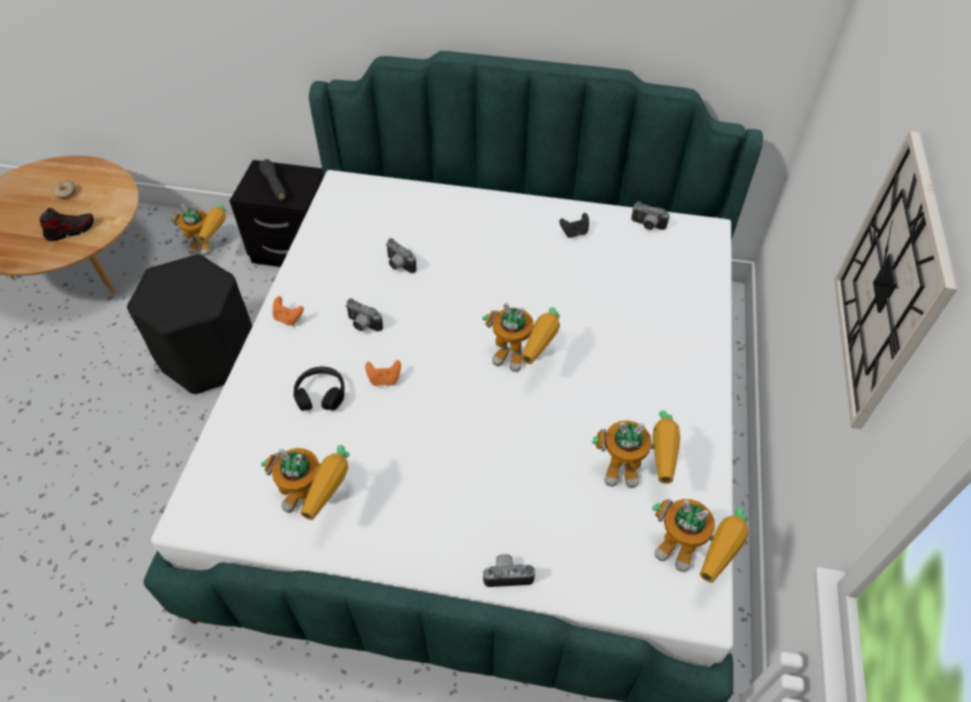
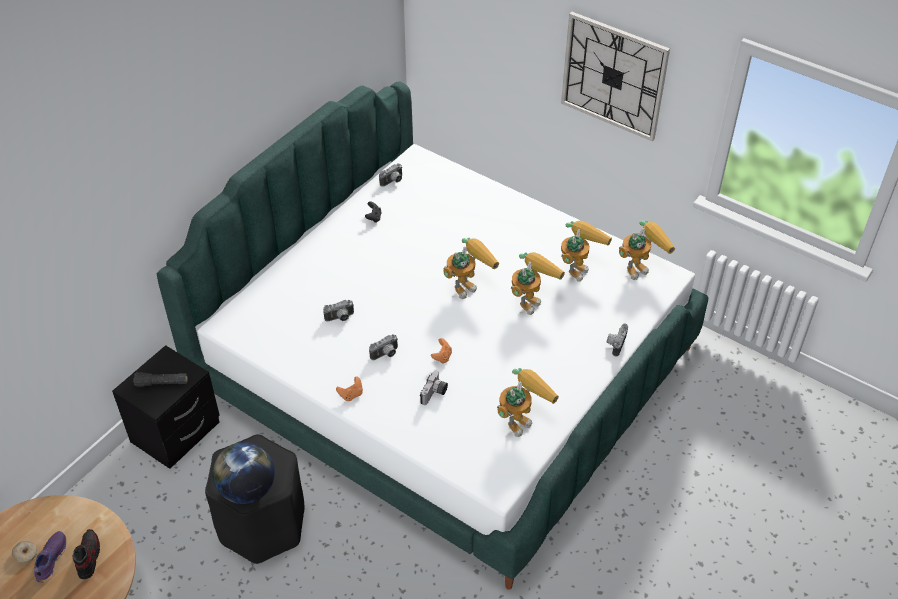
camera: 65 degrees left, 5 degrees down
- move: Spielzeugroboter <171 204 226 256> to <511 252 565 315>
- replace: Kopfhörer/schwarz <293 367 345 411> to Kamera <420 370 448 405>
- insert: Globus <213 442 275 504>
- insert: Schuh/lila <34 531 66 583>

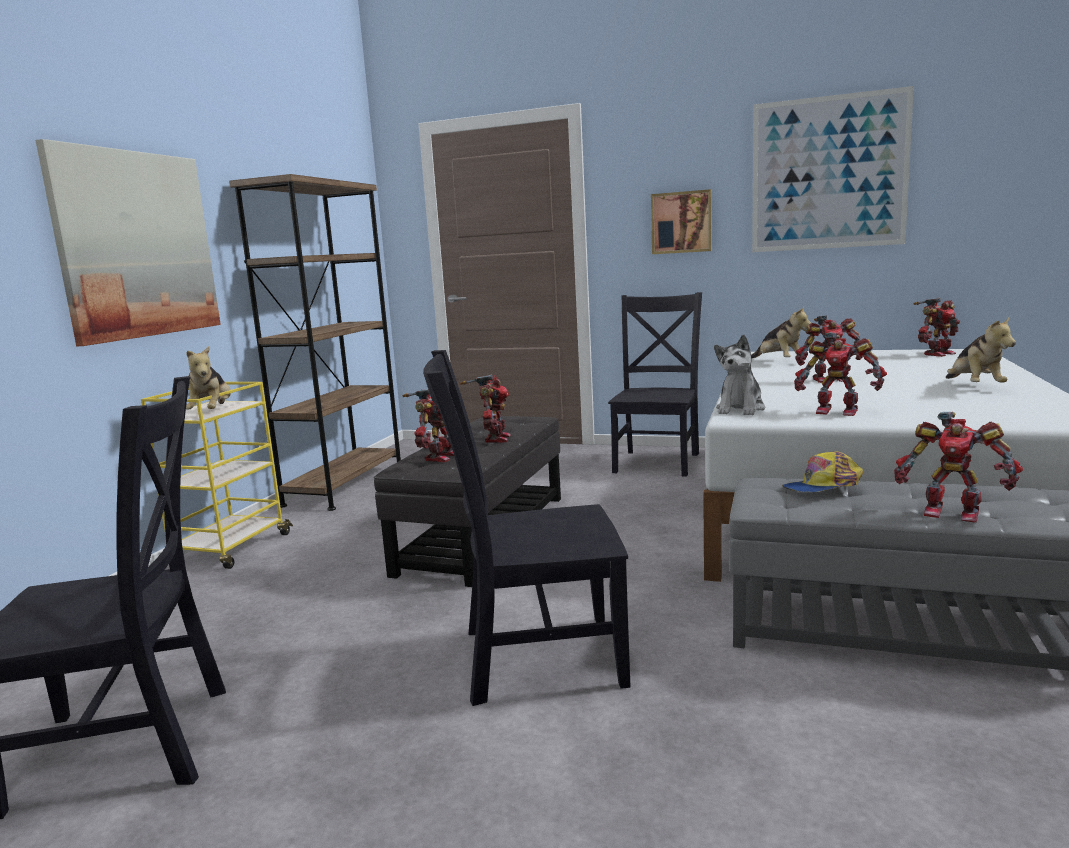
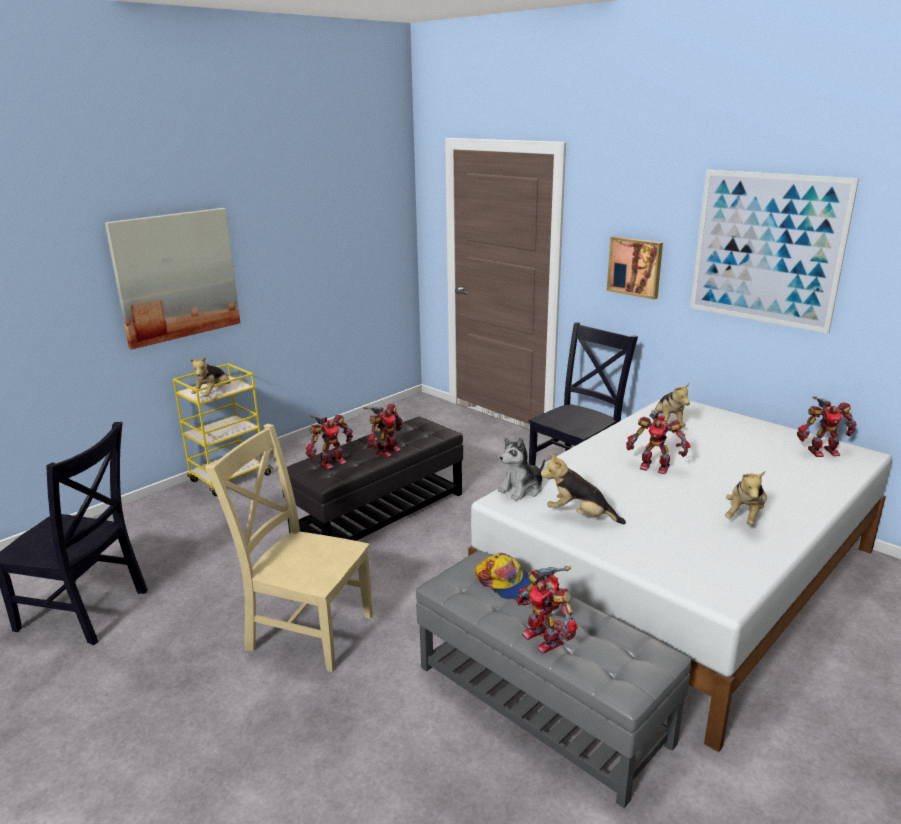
camera: 25 degrees right, 10 degrees up
- delete: Bücherregal/braun <229 174 401 511>
- replace: Spielzeugroboter <794 332 887 416> to Plüschtier <541 453 626 524>
- recolor: Stuhl/schwarz <423 350 631 706> to Stuhl/beige <205 424 373 672>
- rotate: Kappe <782 451 863 492> = <475 552 532 599> 135 degrees counterclockwise

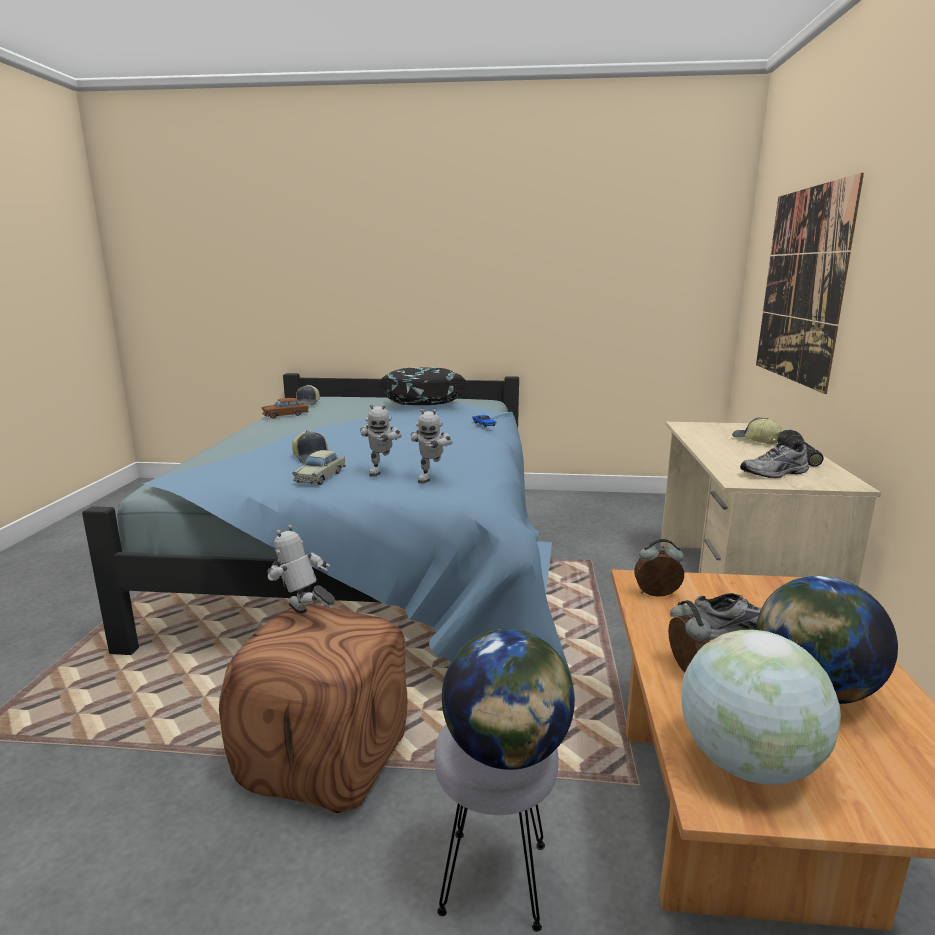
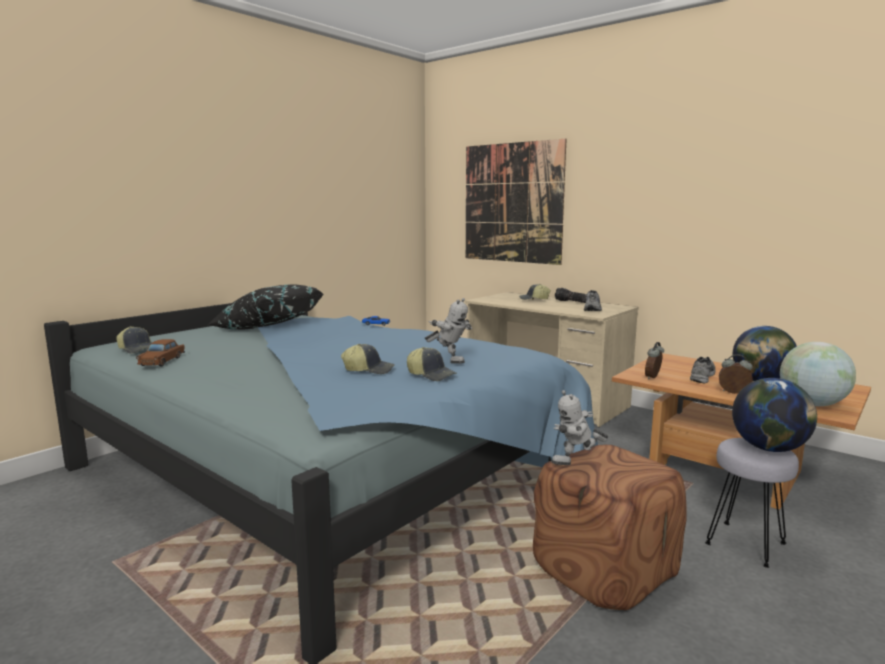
camera: 55 degrees left, 5 degrees down
- delete: Spielzeugroboter <411 409 452 483>
- replace: Spielzeugauto/beige <293 450 346 485> to Kappe <407 347 457 381>

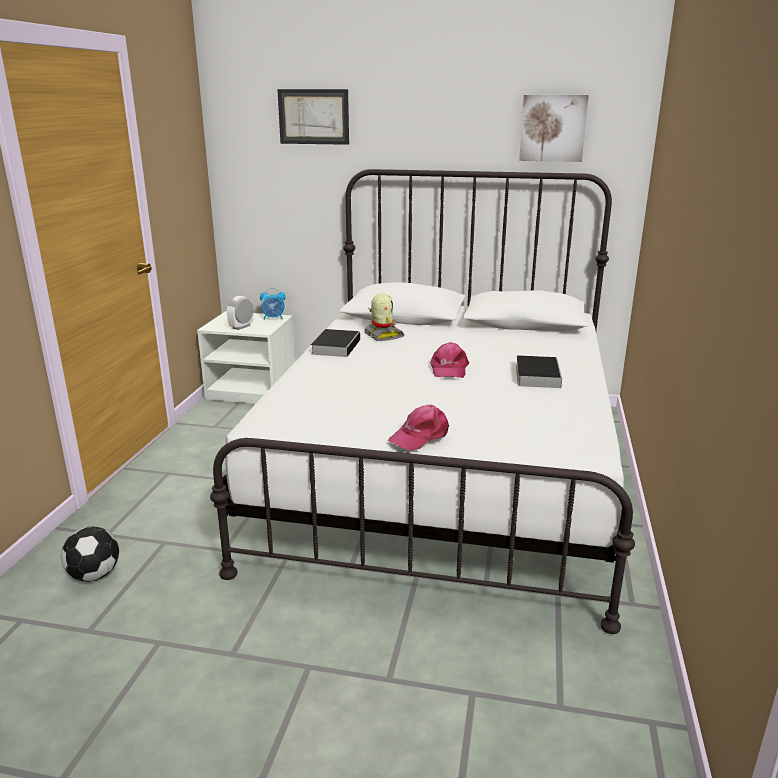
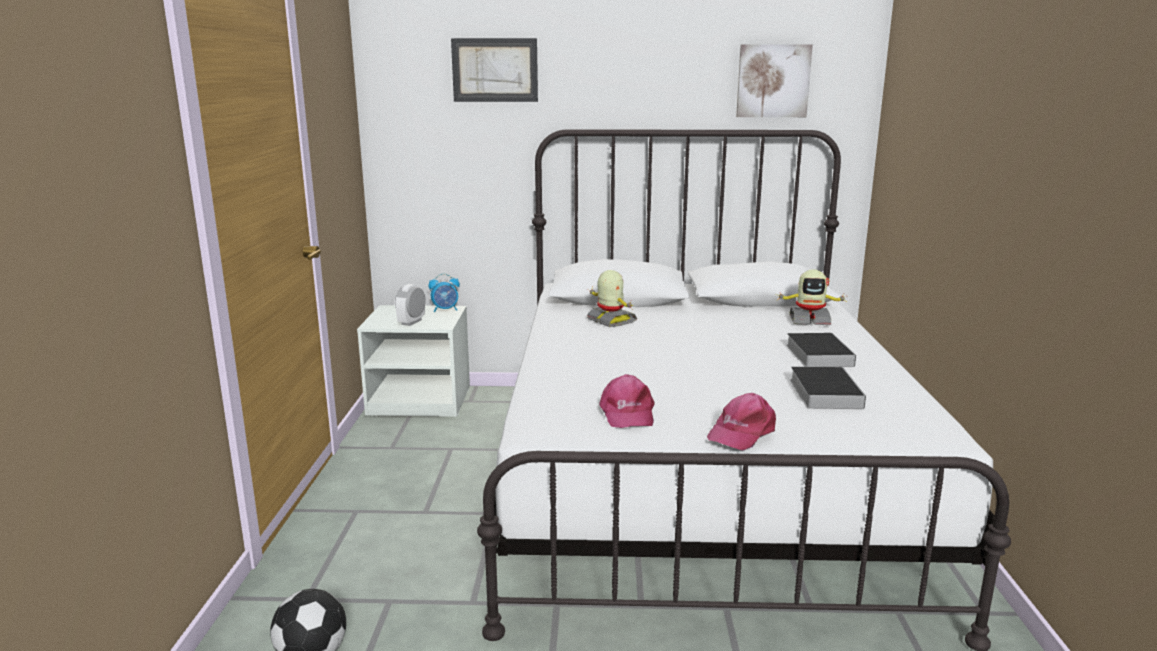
camera: 10 degrees left, 5 degrees down
- move: Buch <311 329 360 357> to <790 367 866 409>
- move: Kappe/rosa <430 342 469 378> to <599 374 654 428>
- insert: Spielzeugroboter <777 269 847 325>

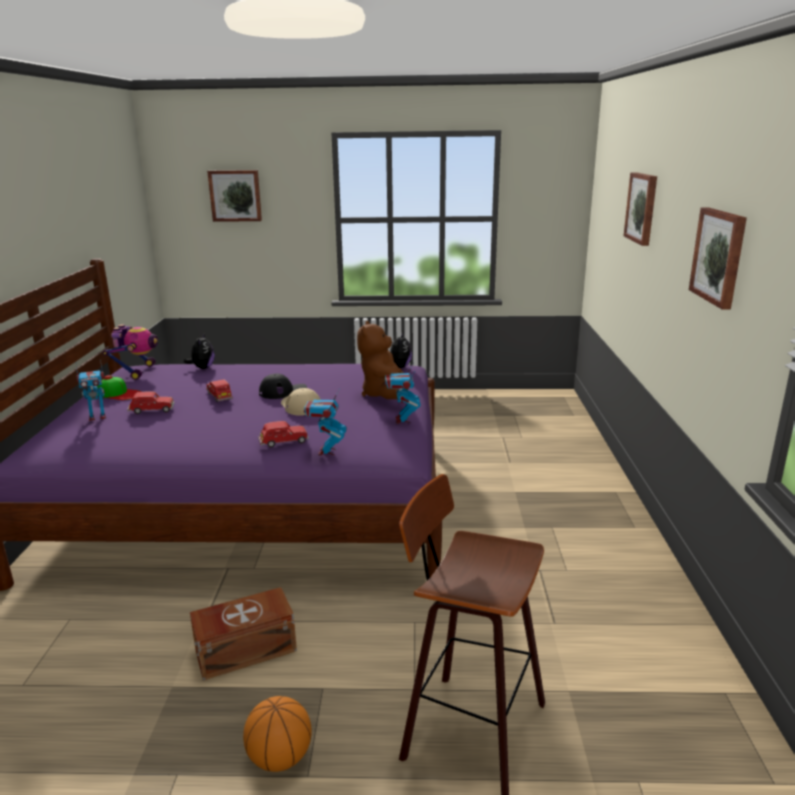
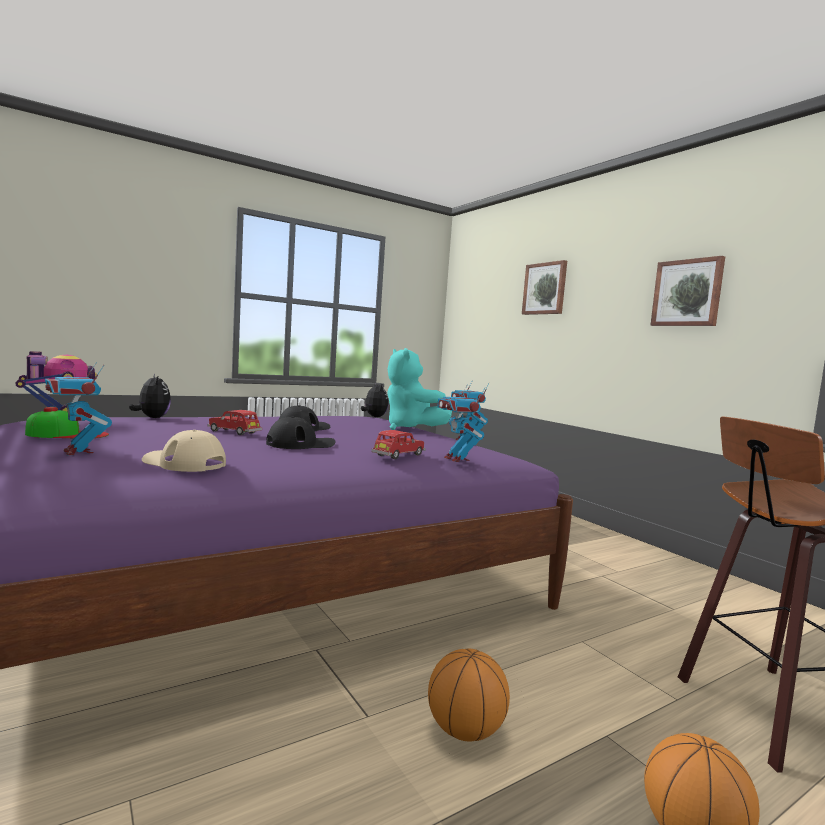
camera: 35 degrees left, 15 degrees down
- delete: Bild <207 170 262 222>
- recolor: Plüschtier/braun <357 321 409 399> to Plüschtier/türkis <388 348 452 430>
- rotate: Spielzeugroboter <76 359 106 421> = <45 363 112 455> 105 degrees clockwise
- move: Kappe/beige <281 388 321 416> to <142 430 226 472>
- delete: Spielzeugauto/rot <127 391 175 414>
- replace: Aufbewahrungsbox/braun <190 587 297 681> to Basketball <428 649 510 742>
- insert: Kappe/schwarz <266 417 336 449>

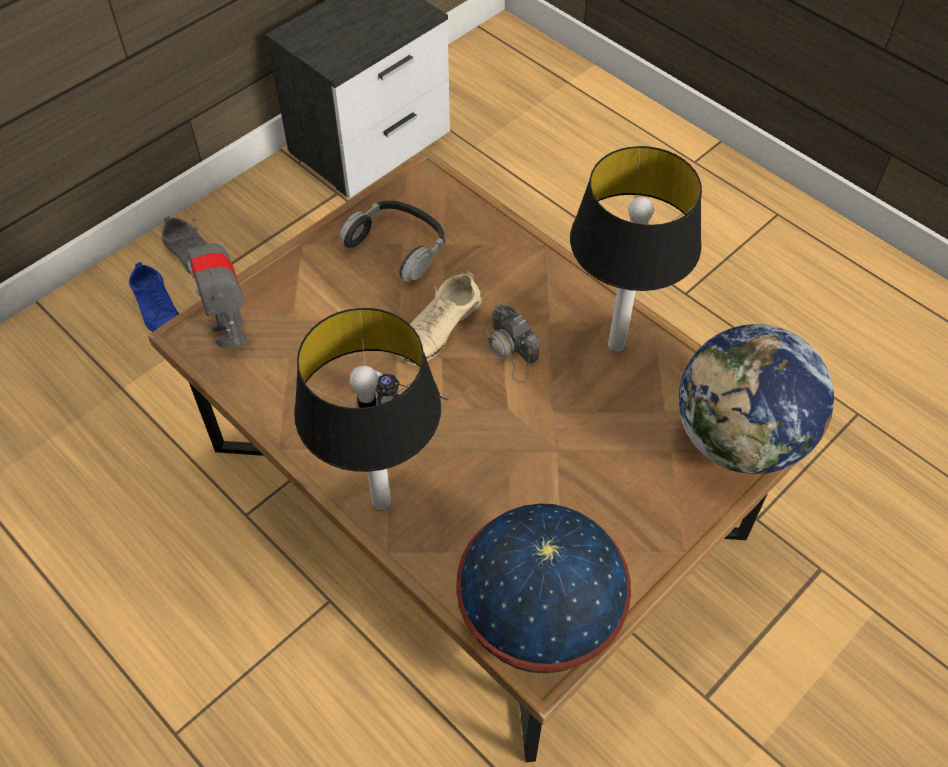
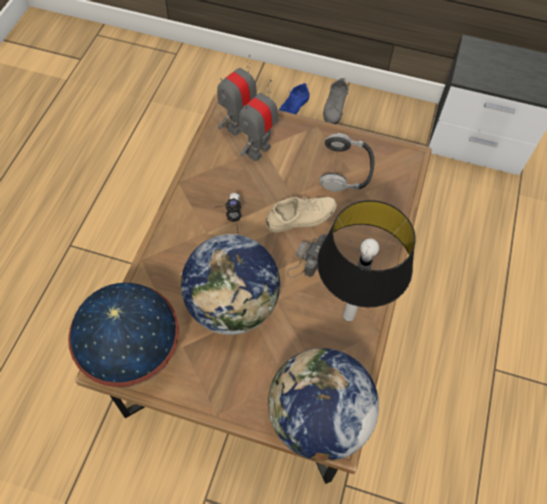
camera: 60 degrees right, 5 degrees up
- rotate: Schuh/beige <400 271 482 365> = <265 197 337 233> 150 degrees clockwise
- delete: Tischlampe <294 308 441 510>
- insert: Spielzeugroboter <239 80 279 161>
- insert: Globus <181 234 280 335>

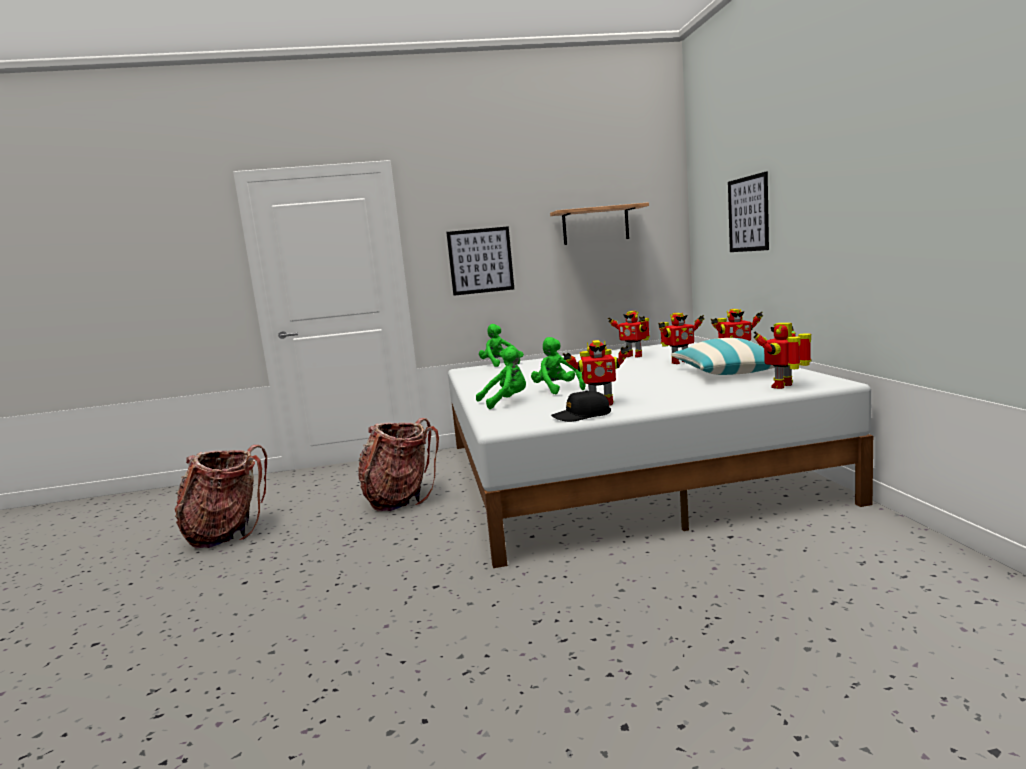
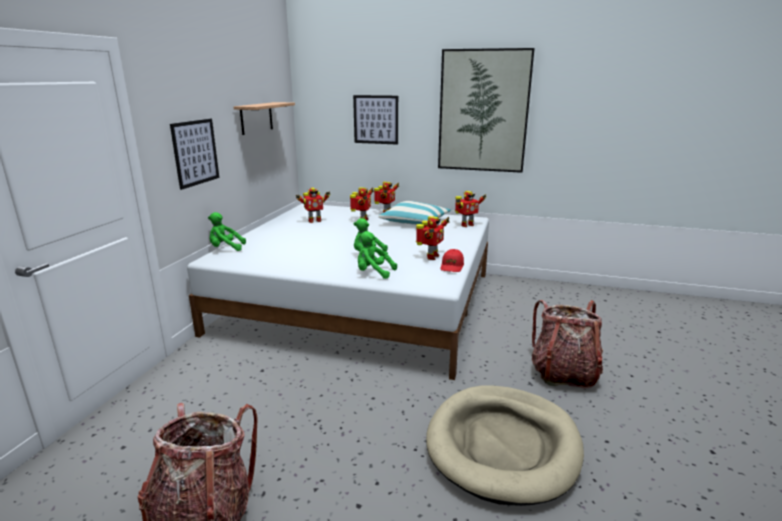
camera: 65 degrees left, 10 degrees up
- rotate: Spielzeugroboter <754 323 812 389> = <455 191 486 227> 105 degrees counterclockwise
- rotate: Plüschtier/grün <476 346 526 409> = <358 231 397 279> 75 degrees counterclockwise
- recolor: Kappe/schwarz <551 390 611 422> to Kappe/rot <440 249 464 272>
- move: Rucksack <358 418 439 511> to <532 300 603 389>
- insert: Bild <438 48 535 173>
- insert: Hundebett/beige <426 385 584 506>

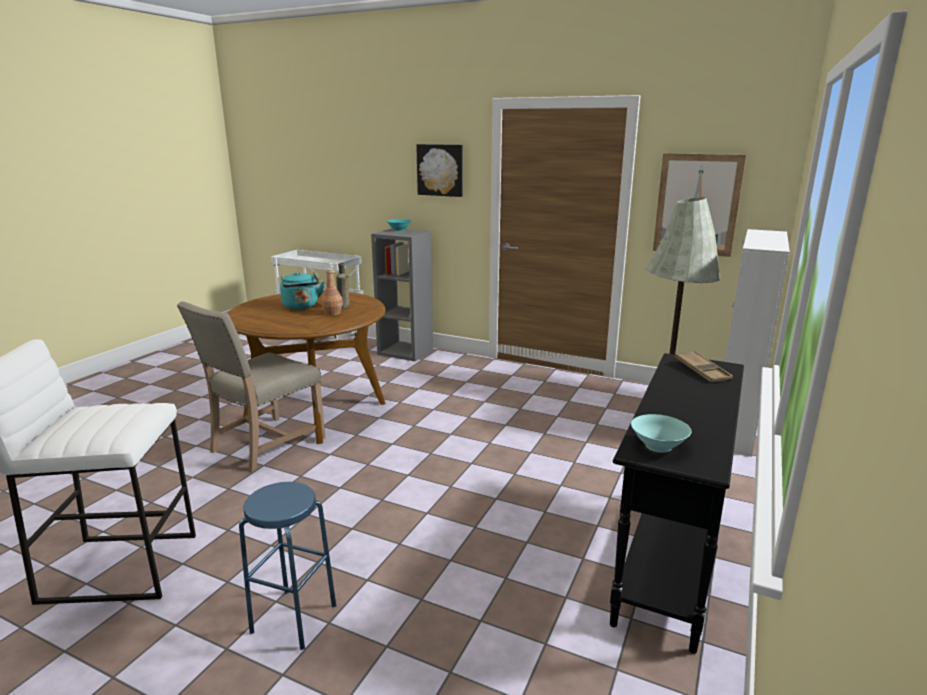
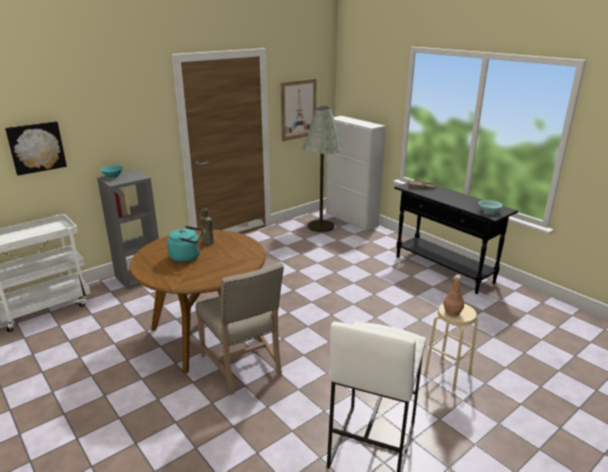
camera: 65 degrees left, 5 degrees up
- move: Bild <416 144 463 197> to <5 121 67 175>
- move: Flasche/braun <321 269 343 316> to <443 275 464 317>
- recolor: Hocker/blau <239 482 336 650> to Hocker/beige <424 304 478 391>

